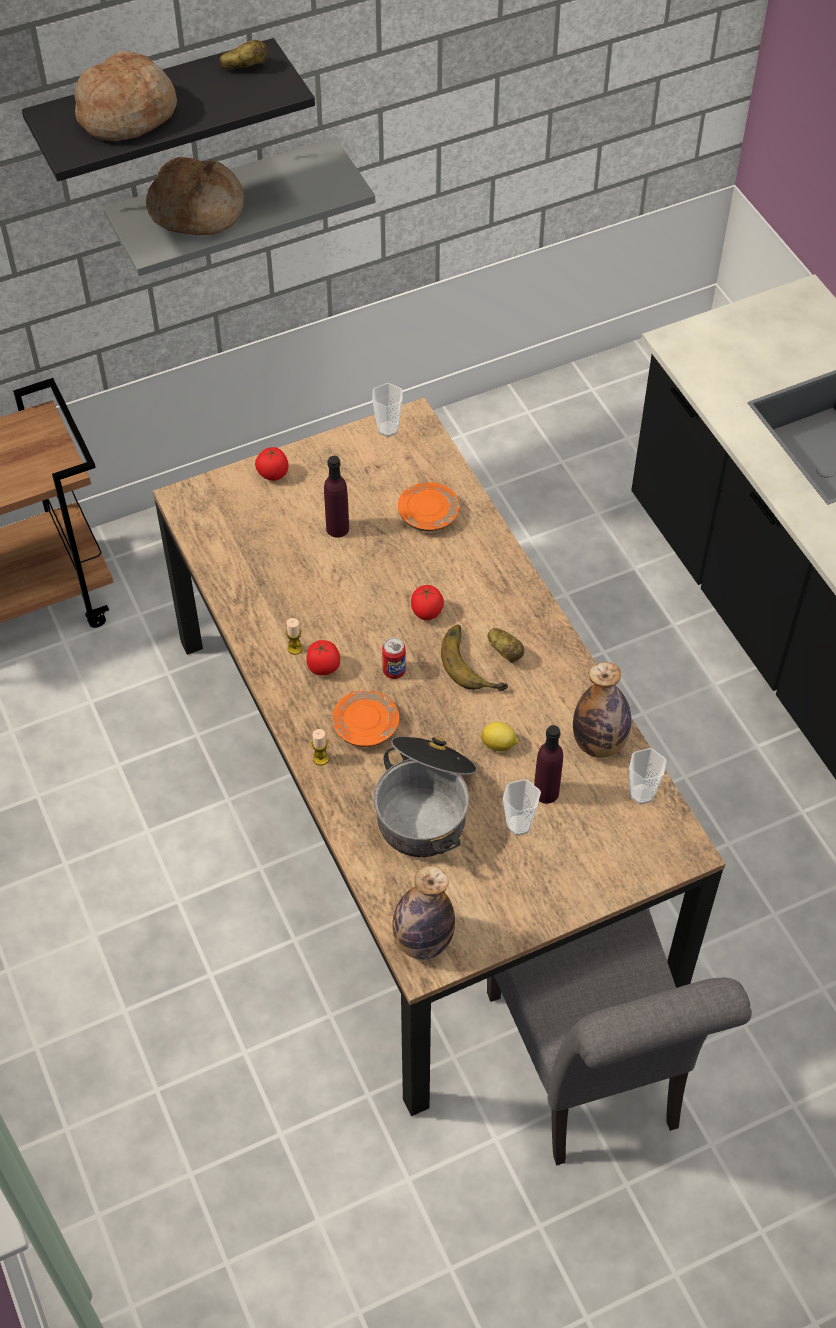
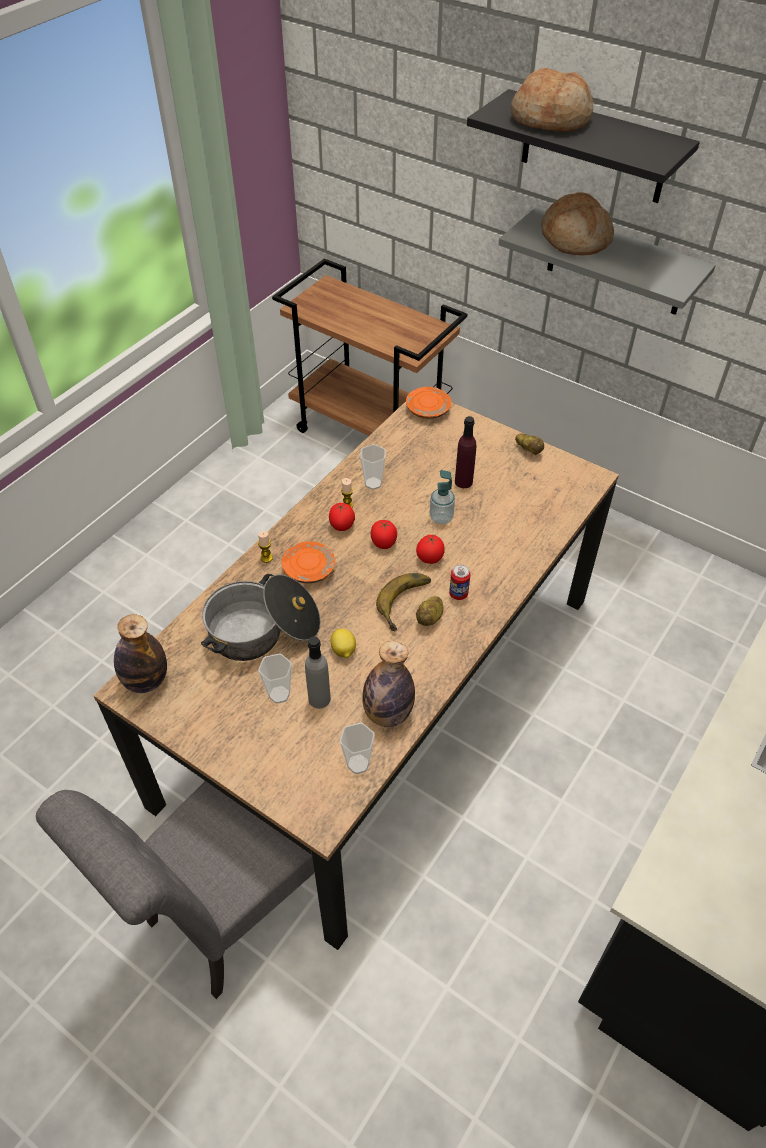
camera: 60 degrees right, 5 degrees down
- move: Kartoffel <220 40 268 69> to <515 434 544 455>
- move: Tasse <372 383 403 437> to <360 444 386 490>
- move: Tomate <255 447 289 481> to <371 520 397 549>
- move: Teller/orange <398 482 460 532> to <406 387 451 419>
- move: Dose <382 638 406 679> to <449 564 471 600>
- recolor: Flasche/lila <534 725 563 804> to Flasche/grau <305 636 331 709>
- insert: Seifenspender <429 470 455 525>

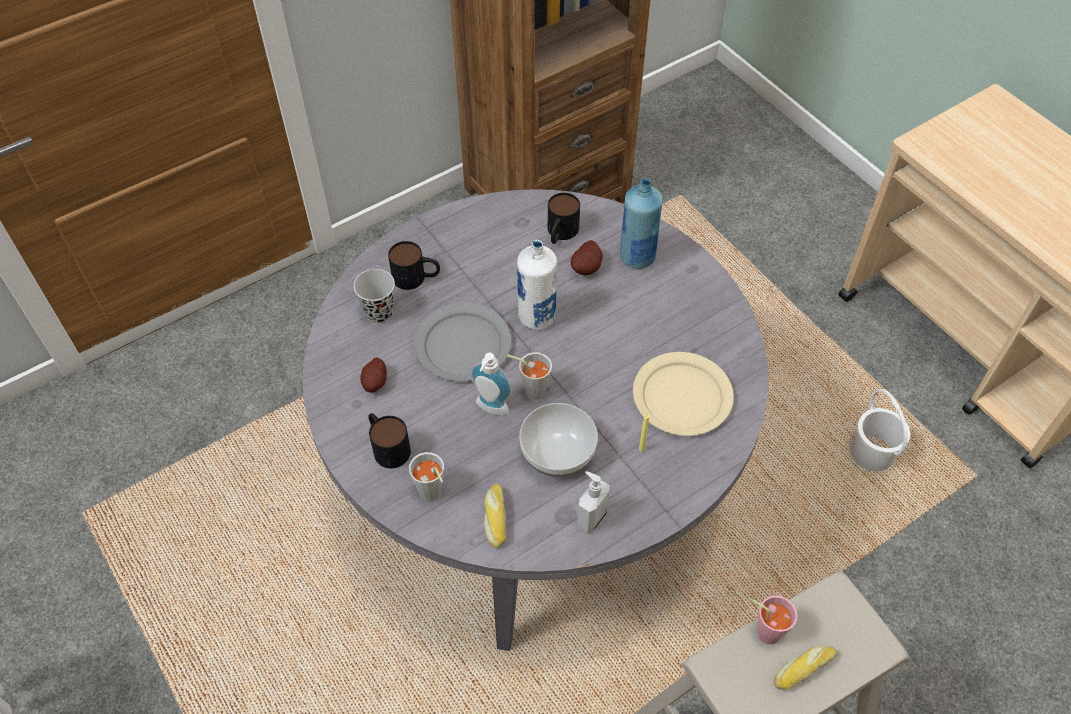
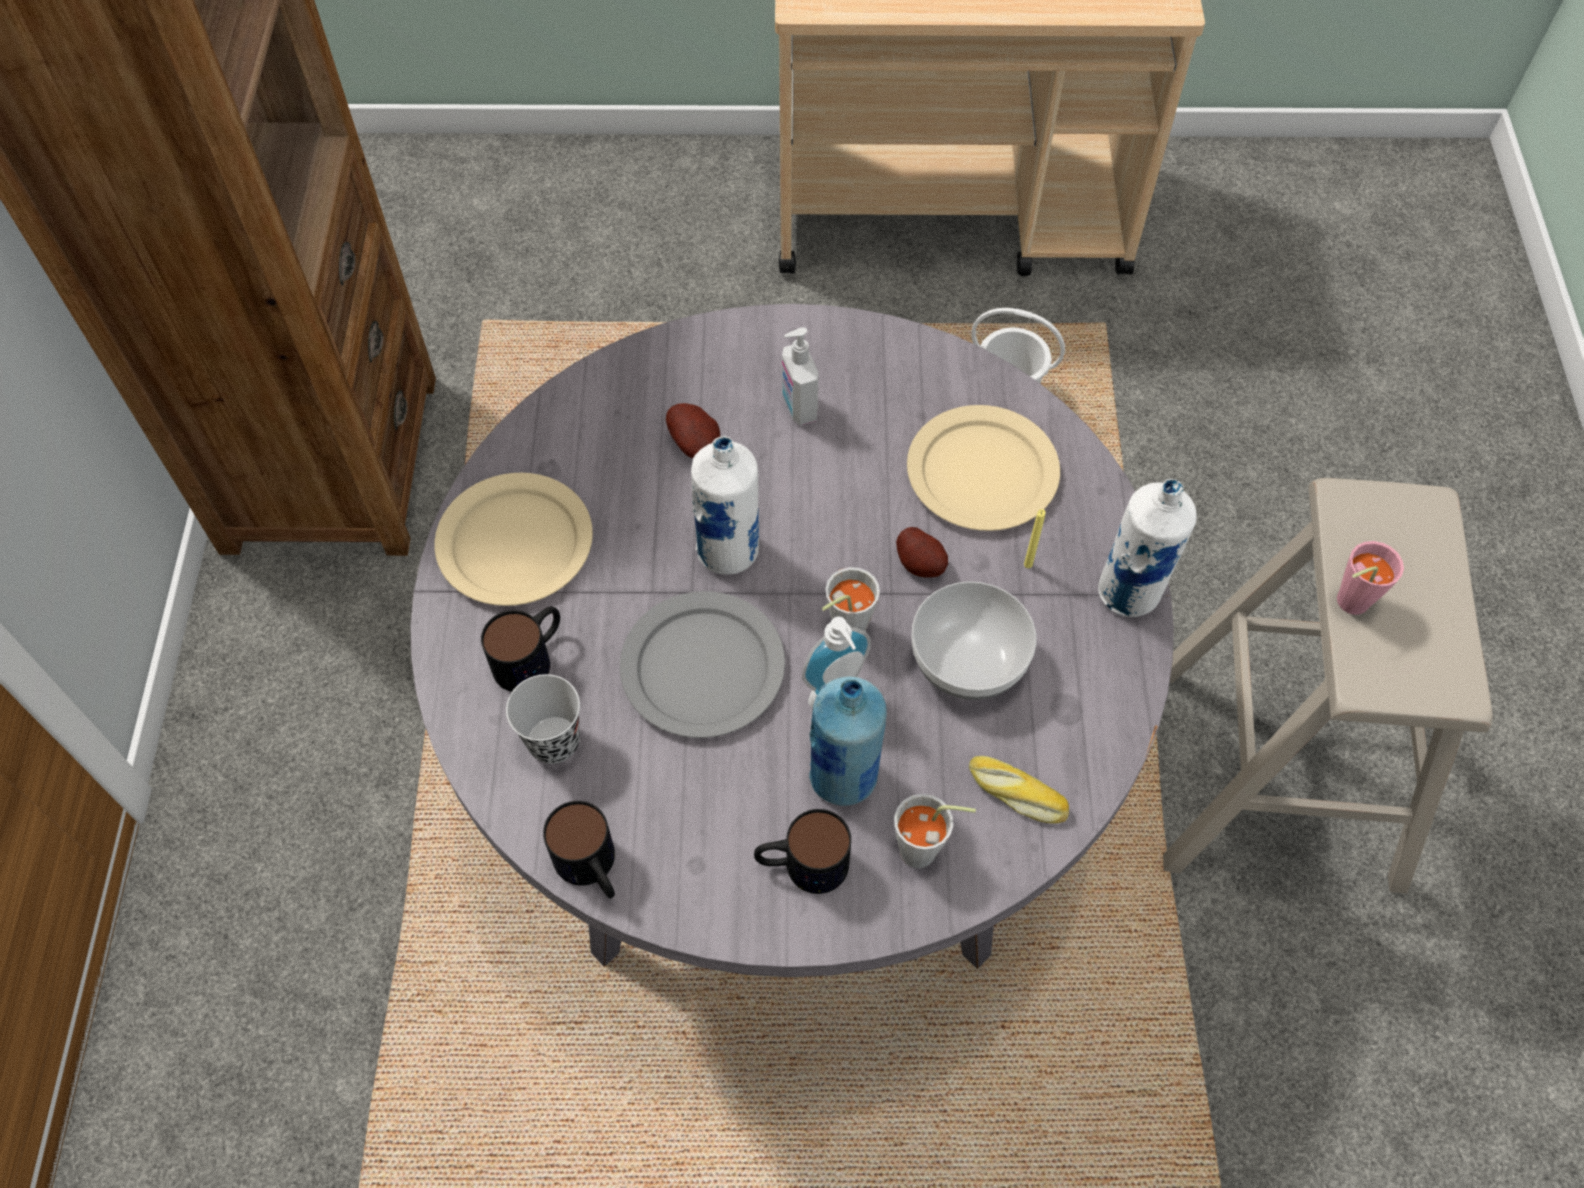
camera: 55 degrees left, 5 degrees up
- move: Flasche/blau <620 178 663 269> to <809 676 887 806>
- move: Henkelbecher <548 193 580 244> to <543 801 615 898>
- move: Kartoffel <360 357 387 393> to <896 527 948 578>
- move: Seifenspender <577 471 610 534> to <782 327 818 425>
- delete: Brot <774 646 837 690>
- insert: Teller/beige <434 473 593 606>
- insert: Flasche/weiß <1098 479 1197 617>

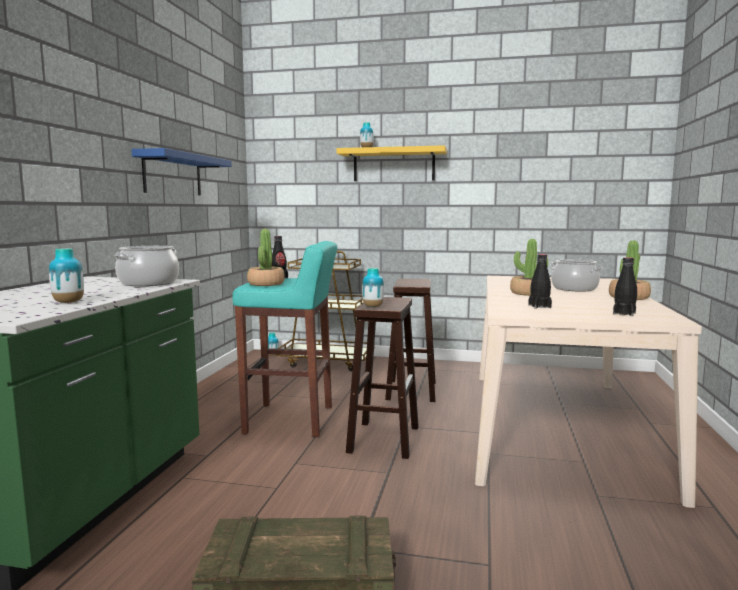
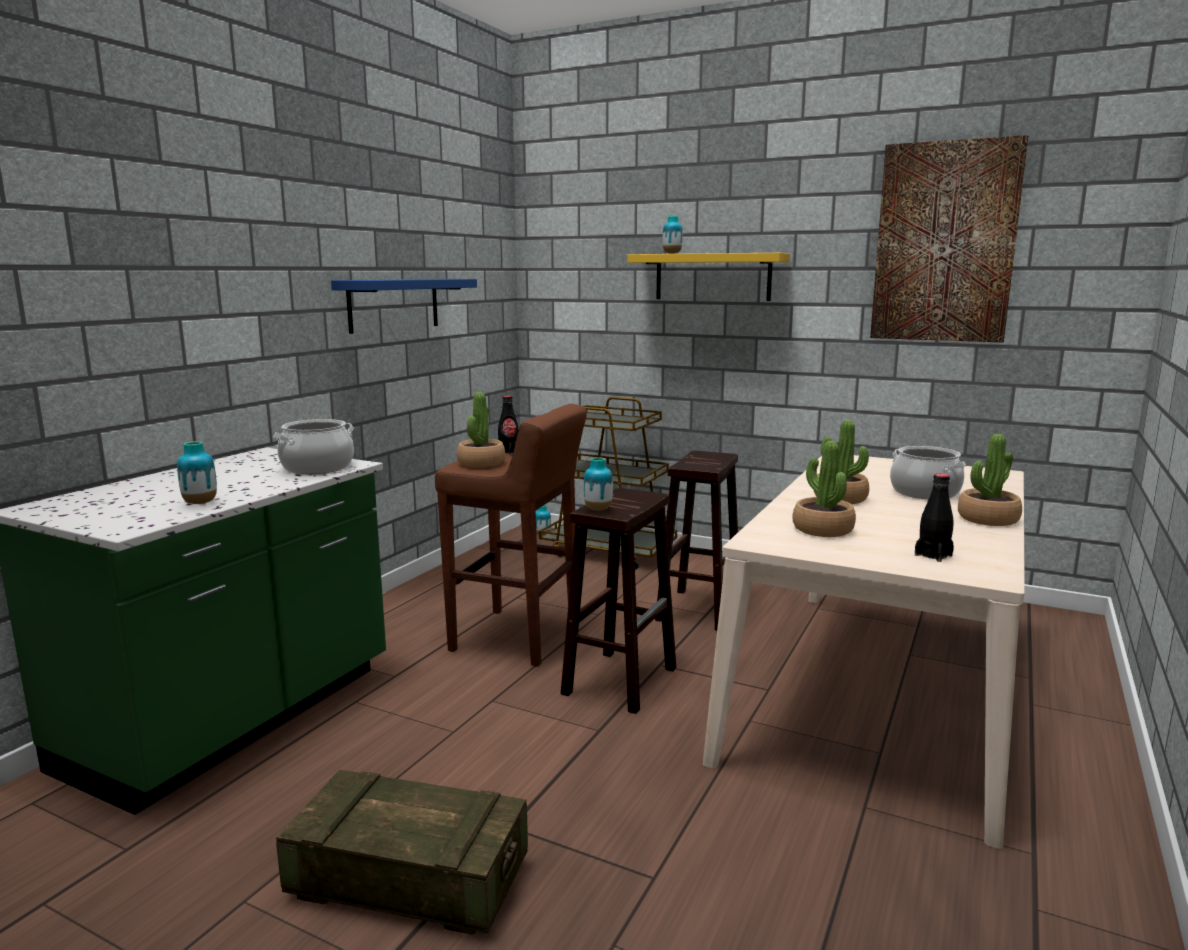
camera: 15 degrees right, 5 degrees up
- recolor: Hocker/türkis <232 241 337 437> to Hocker/braun <435 404 587 667>
- replace: Flasche/schwarz <529 254 552 309> to Topfpflanze <792 441 856 537>
- insert: Bild <870 135 1029 343>

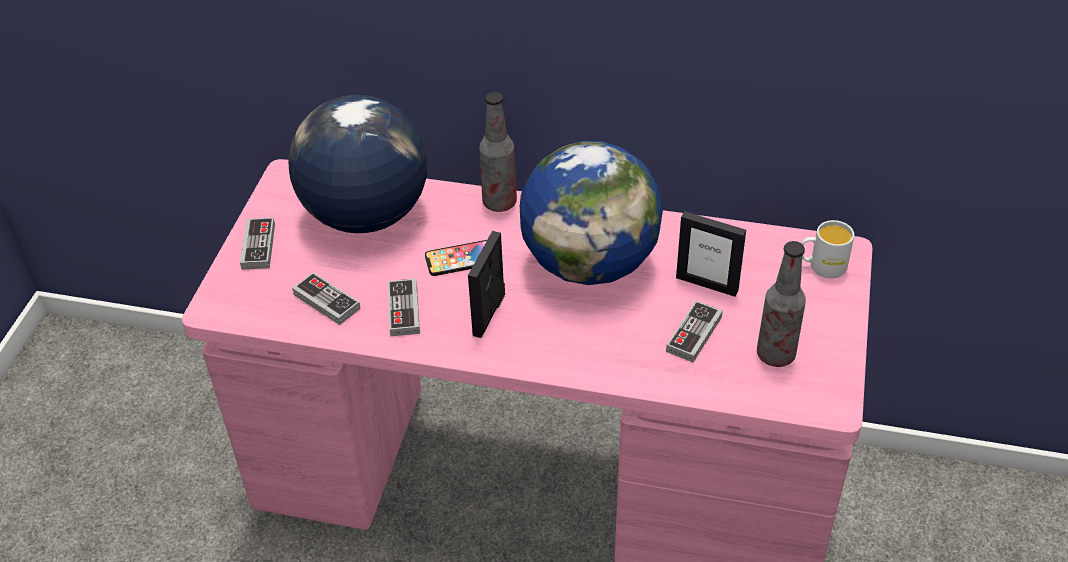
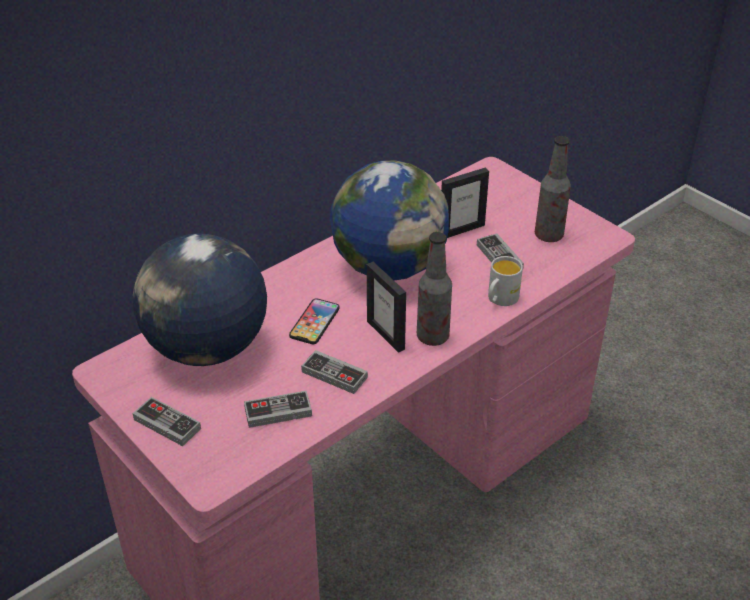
camera: 55 degrees left, 5 degrees down
- move: Flasche <479 92 517 212> to <417 232 452 346>
- move: Henkelbecher/weiß <801 220 854 278> to <488 256 523 306>

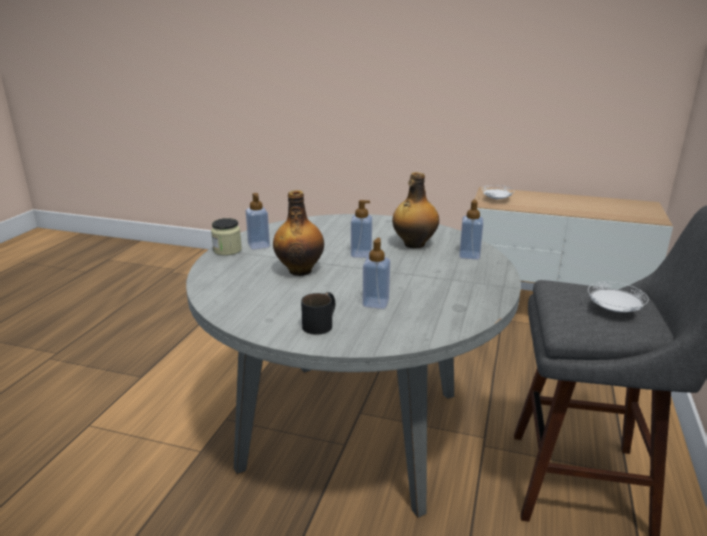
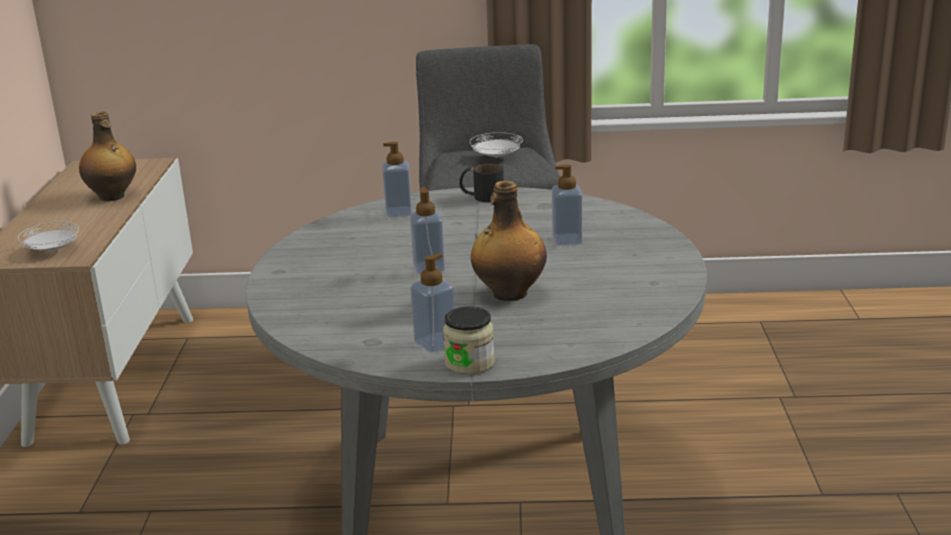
camera: 105 degrees left, 0 degrees up
- move: Flasche <392 172 439 248> to <79 111 136 201>
- move: Henkelbecher/schwarz <301 292 335 335> to <459 164 504 202>

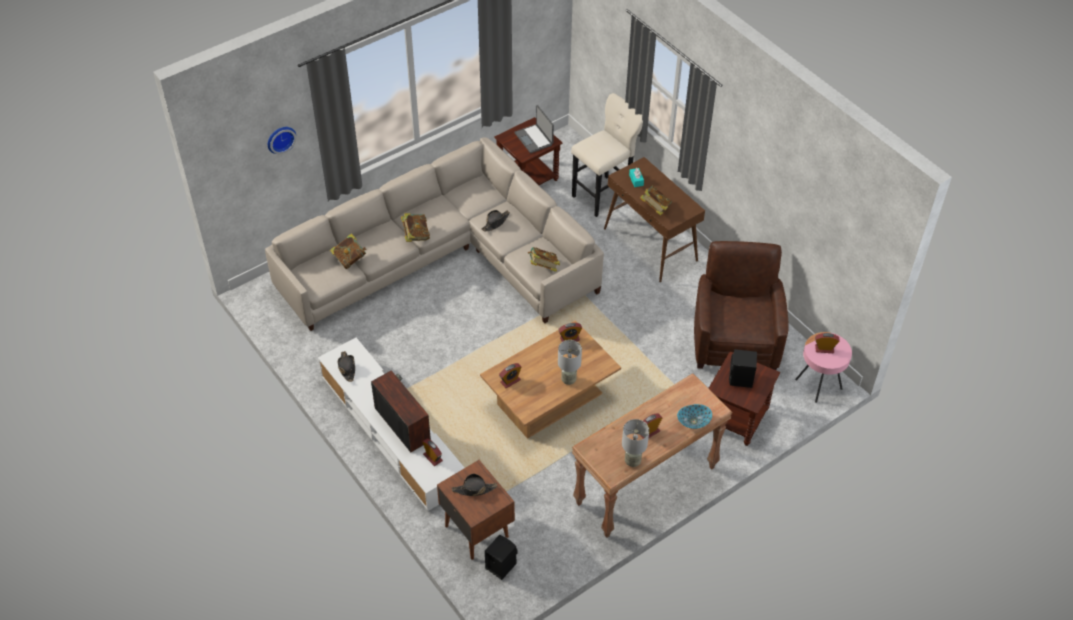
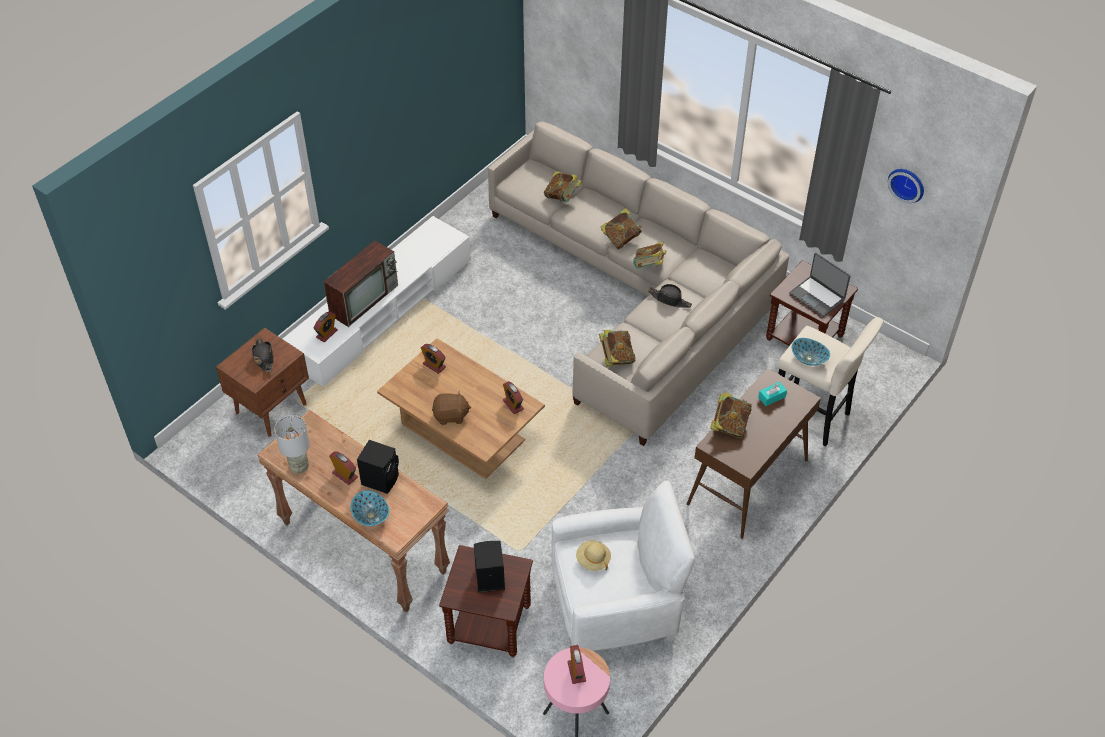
camera: 75 degrees right, 0 degrees up
- rotate: Laptop <514 105 554 153> = <789 253 851 317> 90 degrees counterclockwise
- move: Wanduhr <268 127 296 154> to <888 169 924 203>
- recolor: Sessel/braun <694 241 789 370> to Sessel/weiß <551 480 695 651>
- replace: Tischlampe/grau <558 340 582 385> to Plüschtier/braun <432 390 471 425>
- delete: Hut/schwarz <338 351 355 382>
- move: Lautsprecher/schwarz <485 535 517 580> to <357 440 399 494>
- insert: Buch <633 242 667 269>
- insert: Schüssel <792 338 830 366>
- insert: Hut/beige <576 540 611 571>

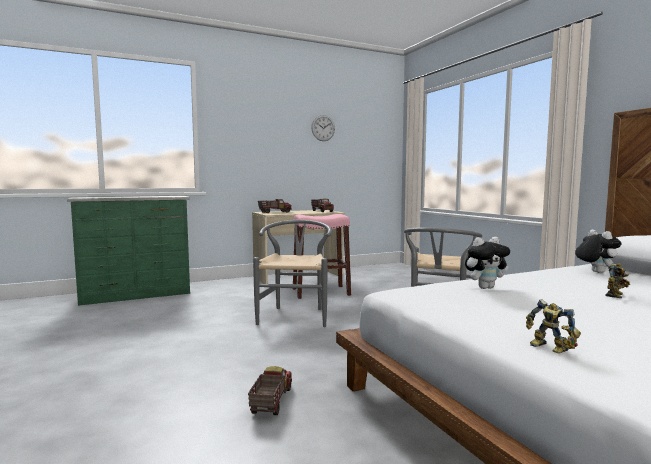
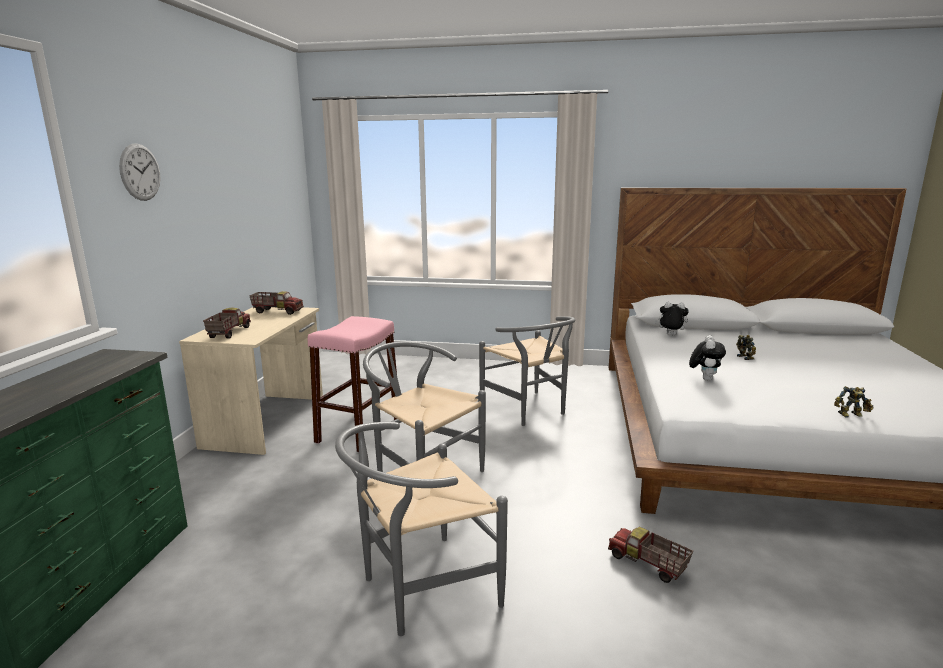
camera: 55 degrees left, 10 degrees up
- move: Wanduhr <311 115 335 141> to <119 143 161 201>
- insert: Stuhl/grau <335 422 508 636>

